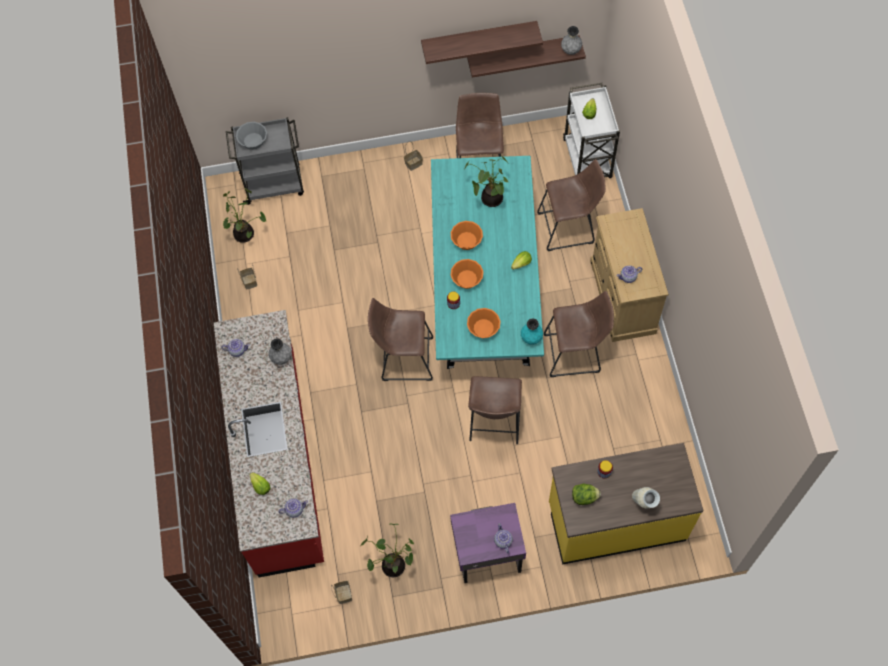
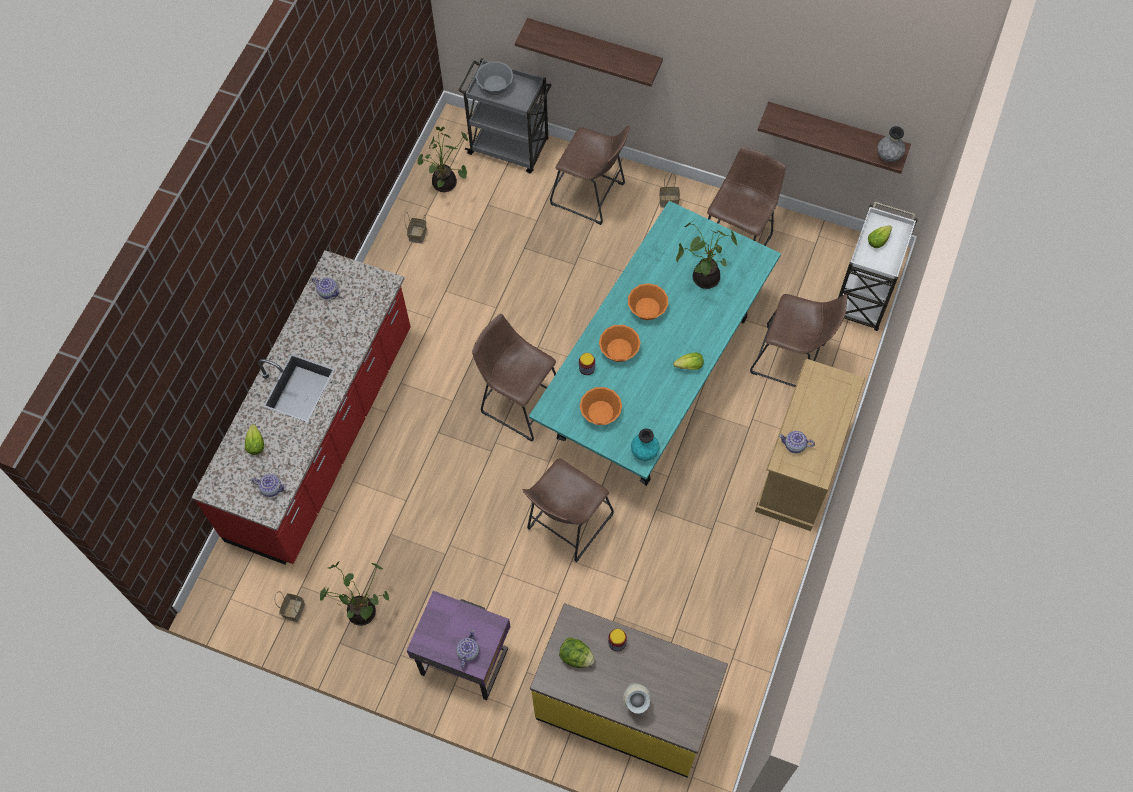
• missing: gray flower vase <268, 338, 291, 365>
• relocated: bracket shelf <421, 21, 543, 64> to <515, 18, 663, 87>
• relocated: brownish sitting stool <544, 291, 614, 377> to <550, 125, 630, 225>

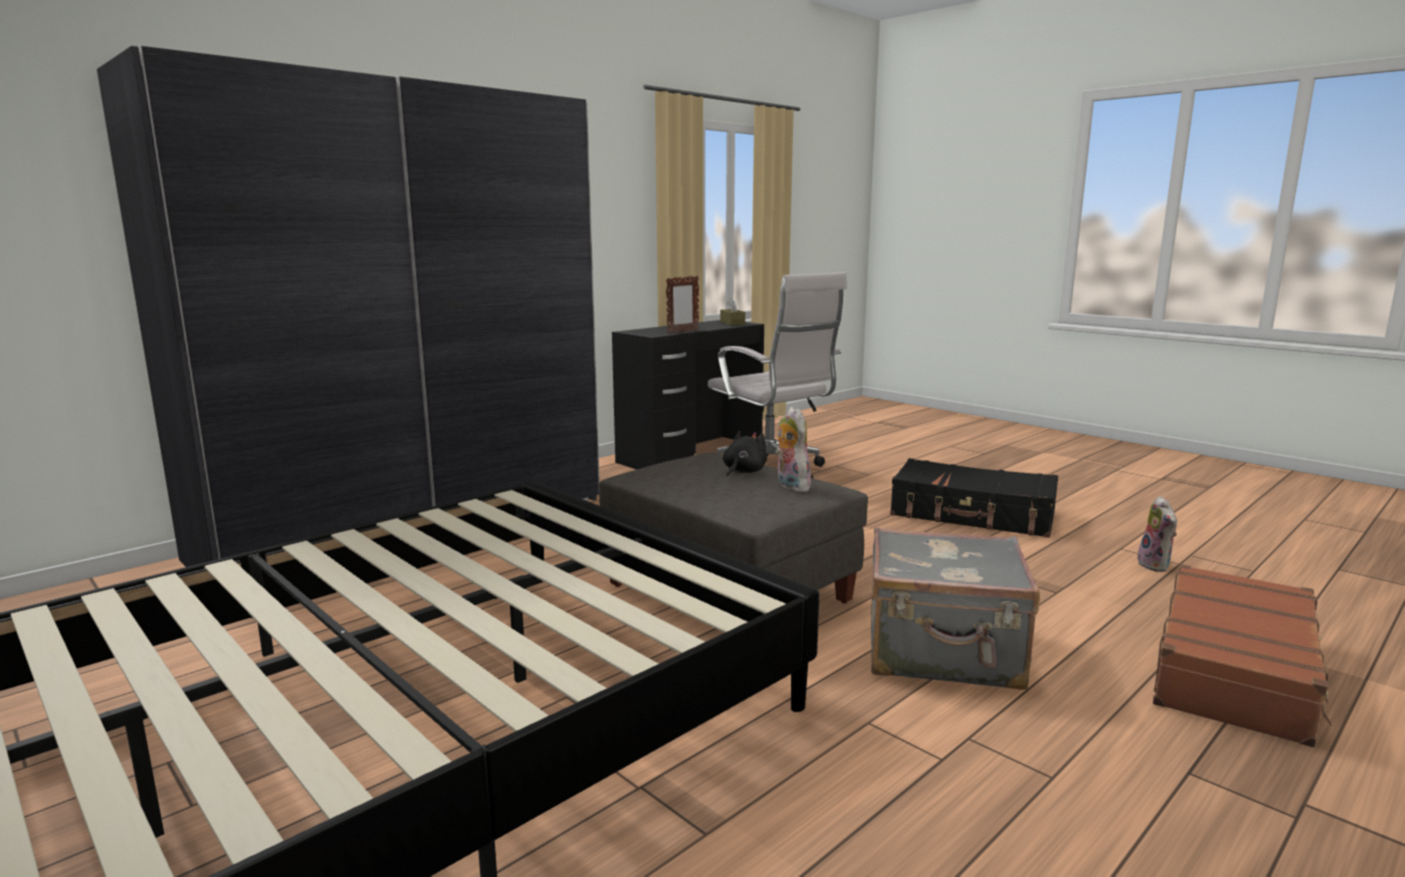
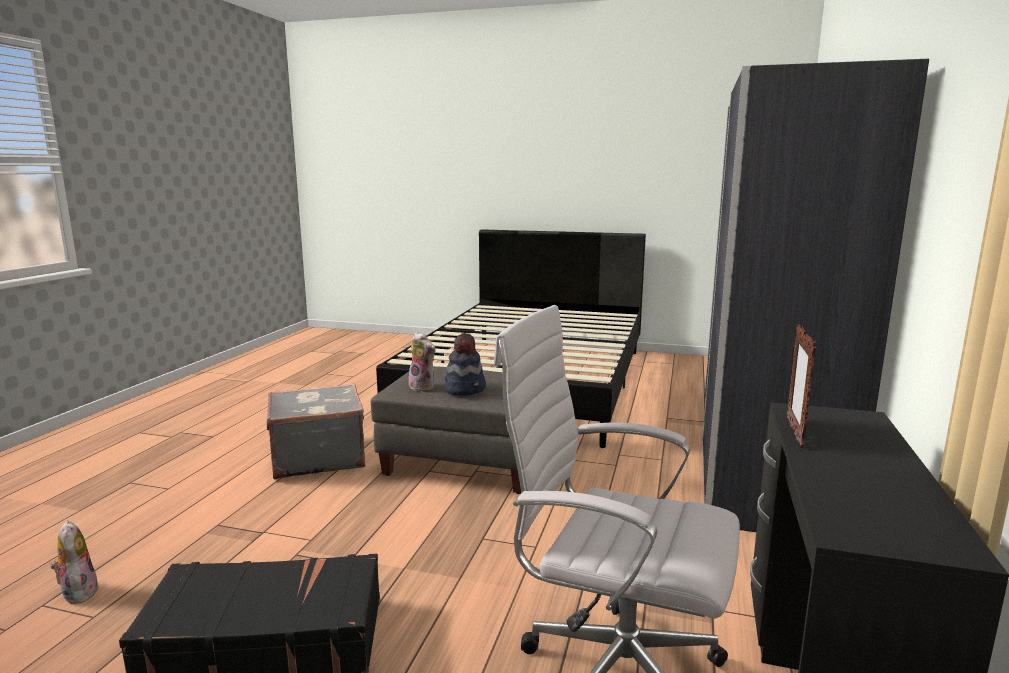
• missing: brownish box of tissues <720, 298, 745, 325>
• exchanged: black plush toy <723, 431, 767, 478> to clothing hat <444, 333, 486, 396>
• missing: brownish travel case <1153, 564, 1332, 747>

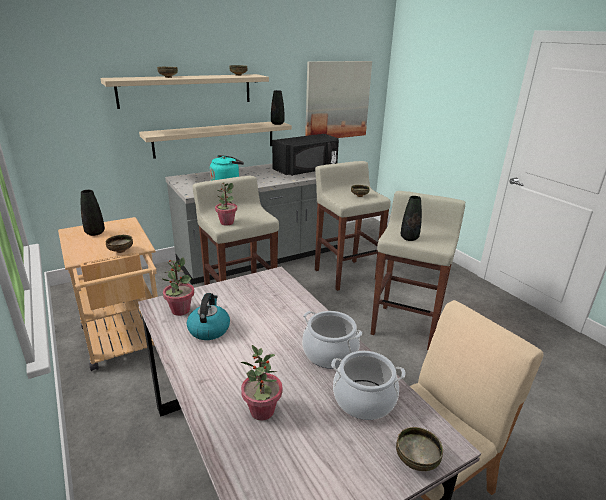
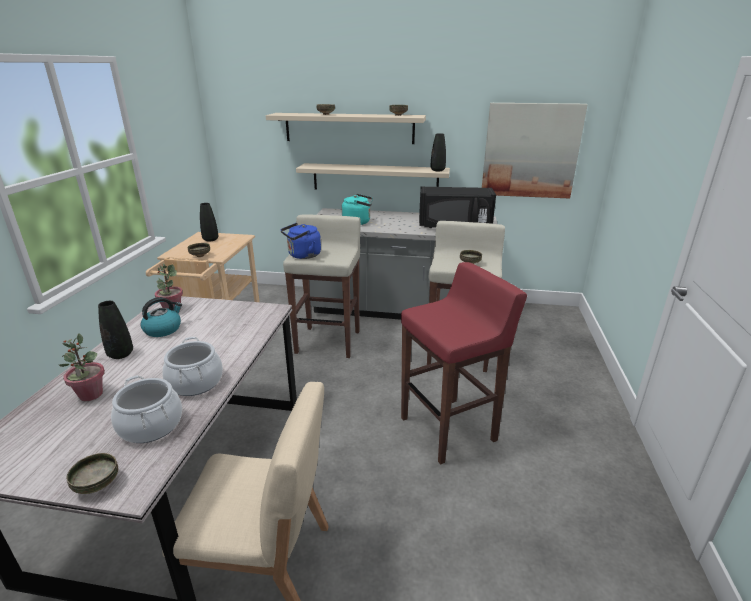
• exchanged: potted plant <215, 182, 237, 225> to blue-coloured kettle <281, 223, 321, 259>
• colour: sand-coloured sitting stool <371, 191, 465, 350> to red-coloured sitting stool <401, 262, 527, 465>
• relocated: black flower vase <401, 196, 422, 241> to <98, 301, 133, 359>

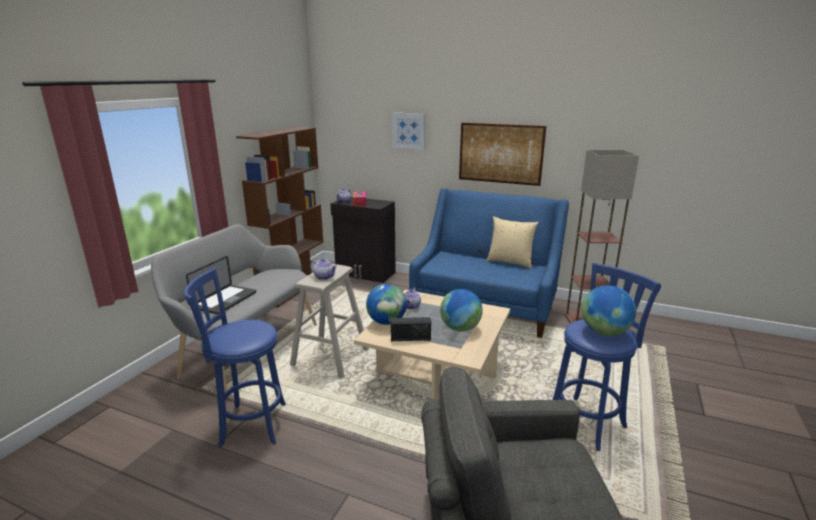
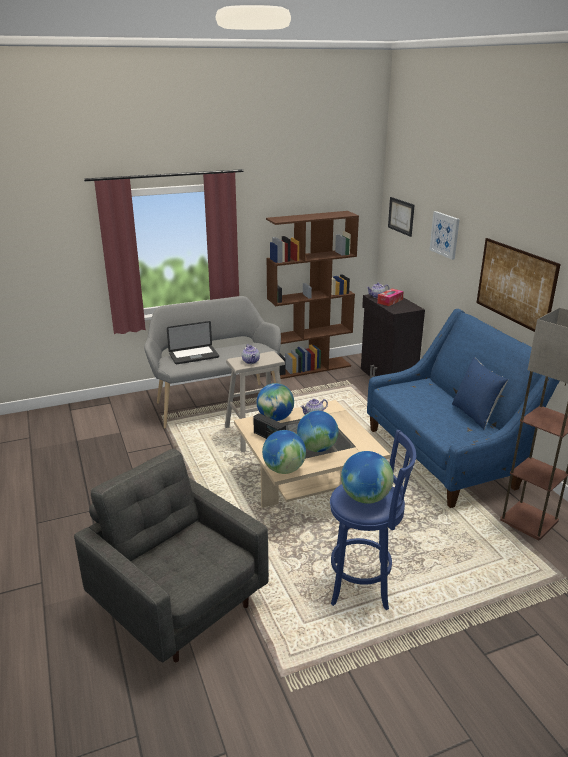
• missing: blue-coloured sitting stool <184, 268, 286, 447>
• colour: sand-coloured pillow <486, 216, 538, 268> to blue-coloured pillow <452, 357, 508, 429>
• appeared: desk globe <262, 430, 306, 474>
• appeared: wall art <388, 197, 415, 237>

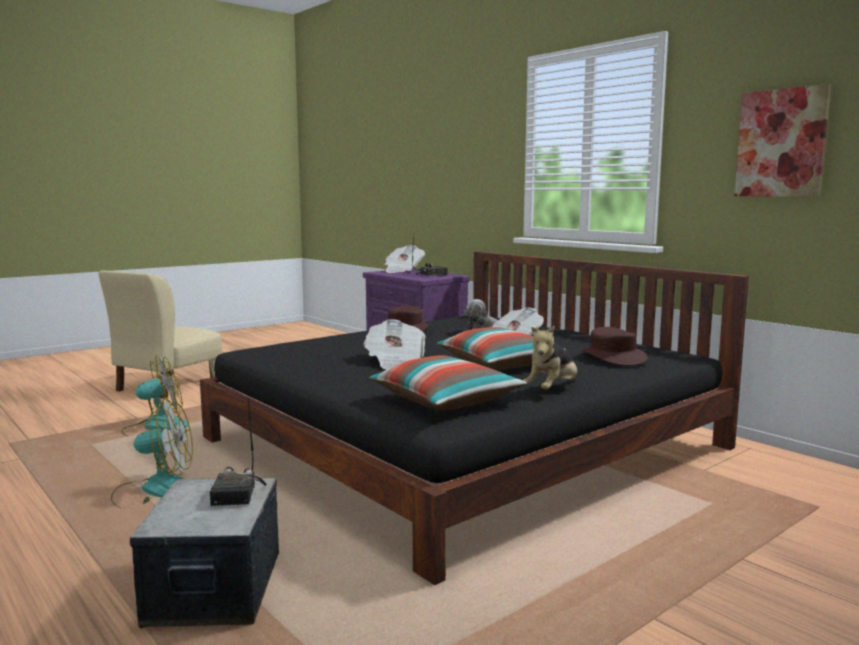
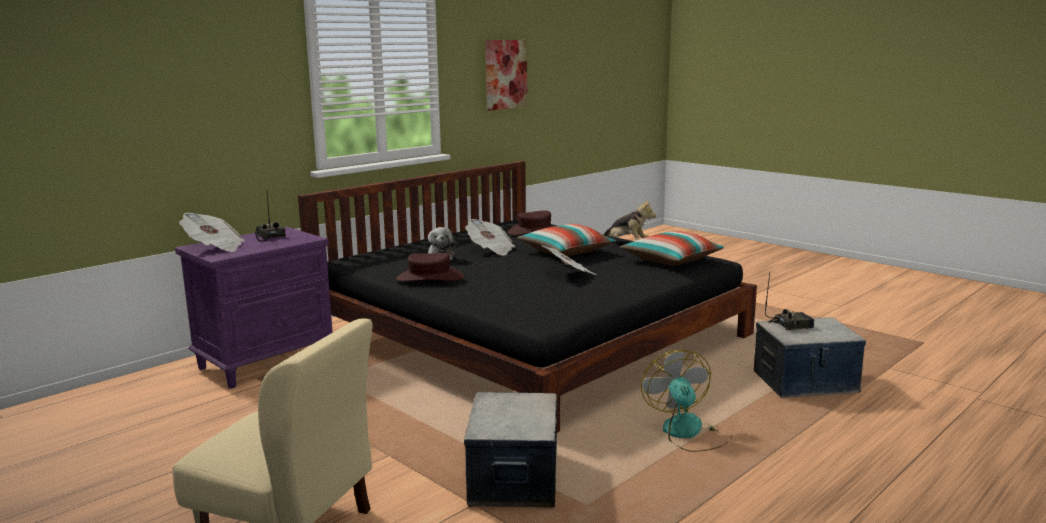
• exchanged: cooling fan <121, 356, 188, 436> to storage box <464, 392, 558, 508>

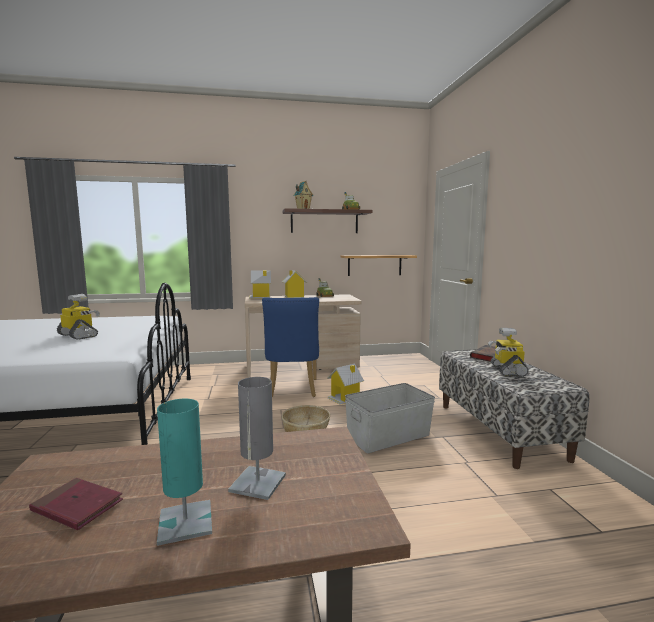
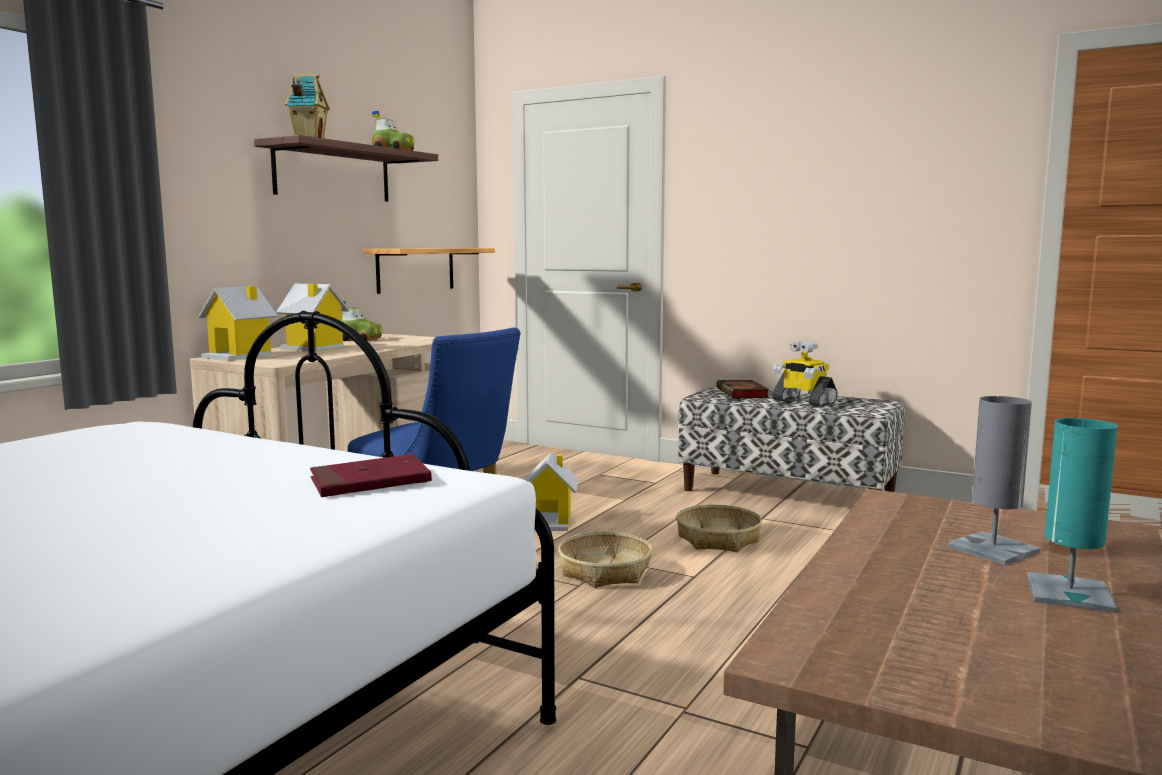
• relocated: red-coloured bound book <29, 478, 123, 530> to <310, 454, 432, 497>
• missing: model robot <57, 294, 100, 340>
• exchanged: gray storage box <345, 383, 435, 453> to storage basket <676, 505, 762, 552>

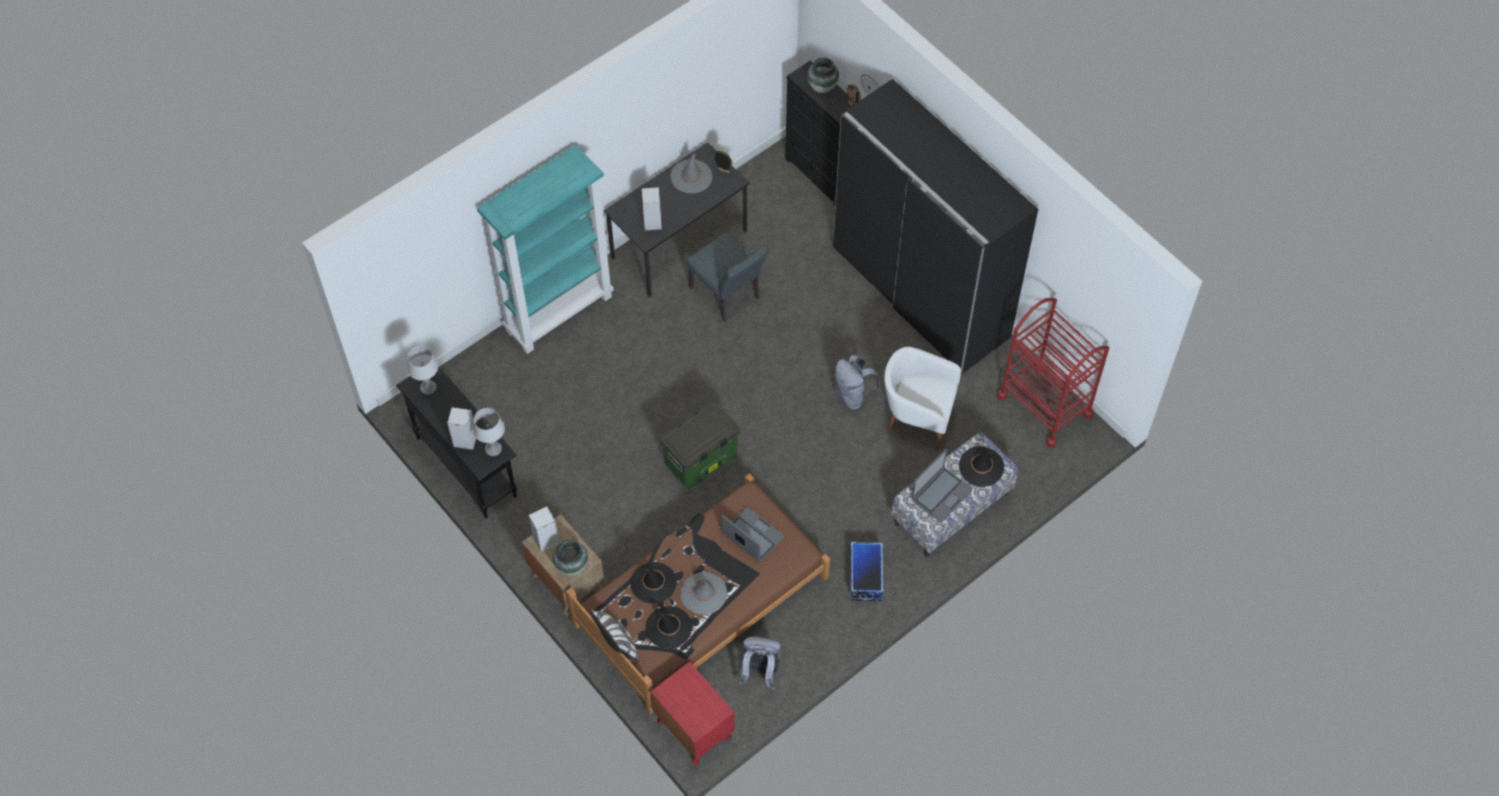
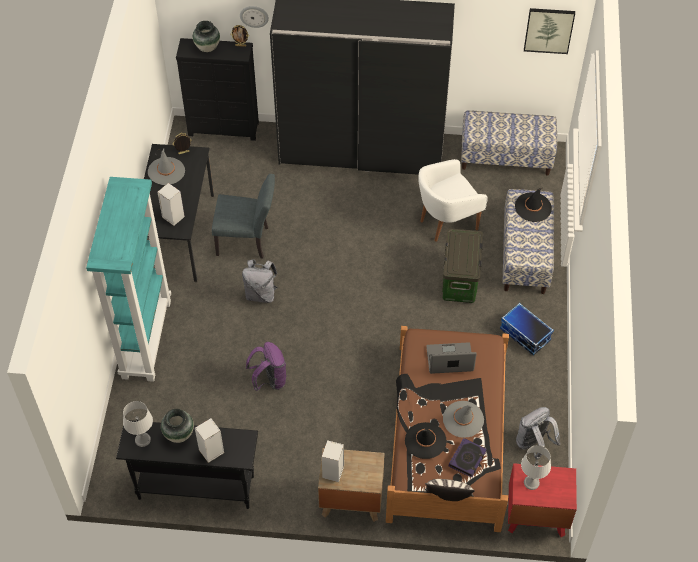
• relocated: gray lamp for a table <473, 408, 505, 456> to <521, 445, 551, 490>
• relocated: flower vase <553, 540, 588, 576> to <161, 409, 194, 443>
• exchanged: black clothing hat <645, 606, 692, 648> to bound book <449, 438, 487, 478>
• relocated: storage box <661, 402, 740, 489> to <442, 228, 483, 303>
• relocated: gray backpack <834, 355, 880, 410> to <242, 259, 278, 303>
• missing: notebook computer <911, 449, 972, 522>
• exchanged: red-coloured wheeled cart <997, 298, 1109, 448> to bench <461, 111, 557, 176>
• appeared: purplish backpack <246, 342, 287, 391>
• appeared: wall art <524, 8, 575, 54>

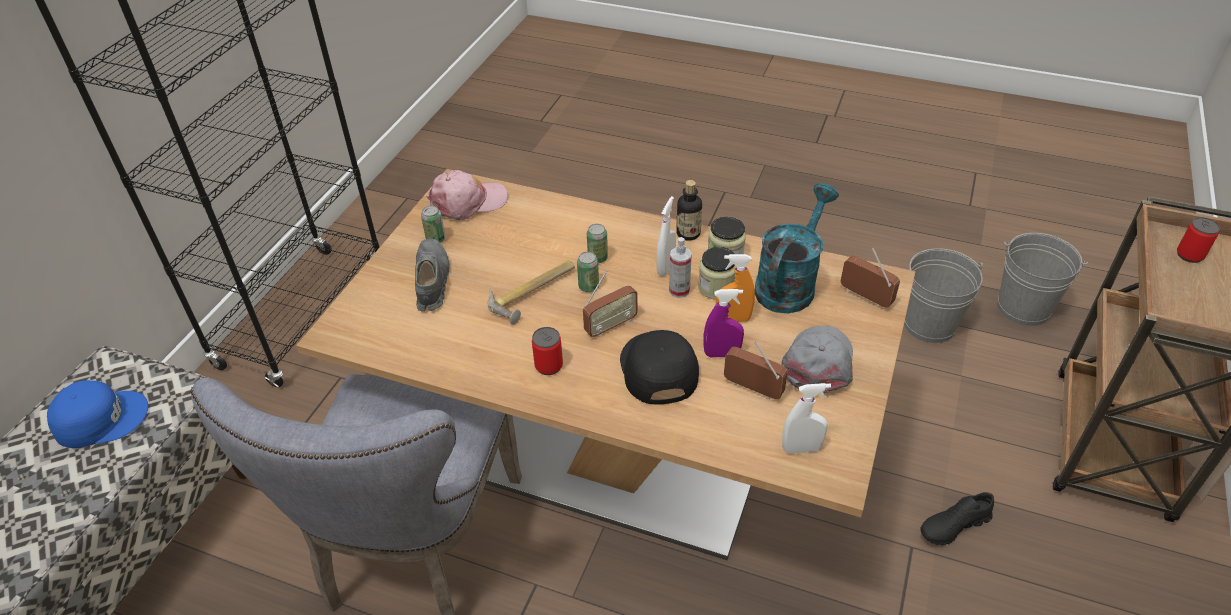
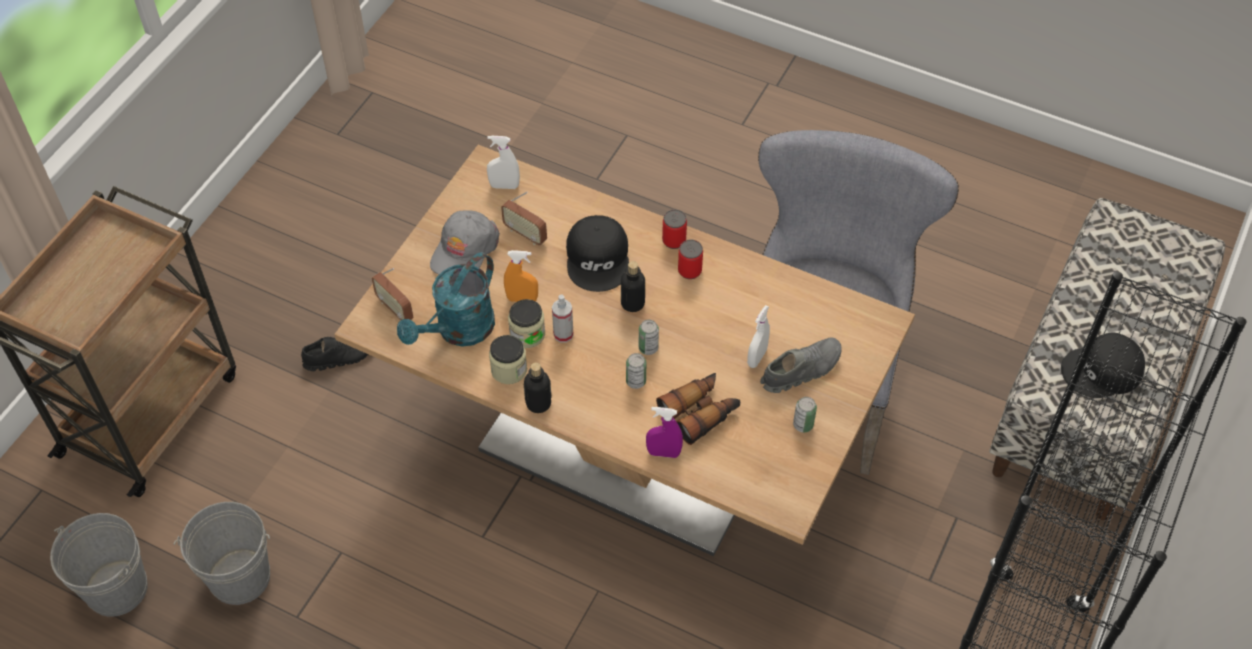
• colour: blue-coloured cap <47, 380, 148, 448> to black cap <1061, 332, 1145, 398>
• spun: gray shoe <415, 238, 450, 312> = <760, 337, 842, 393> 120 degrees counterclockwise
• missing: pinkish cap <426, 170, 508, 220>
• missing: tool hammer <488, 260, 575, 325>
• exchanged: radio set <583, 270, 638, 337> to drink bottle <621, 261, 645, 312>
• relocated: white-coloured sprayer <657, 196, 676, 276> to <747, 305, 770, 368>
• relocated: purplish sprayer <703, 289, 744, 357> to <646, 407, 683, 458>
• relocated: metal can <1177, 217, 1220, 263> to <662, 209, 687, 249>
• appeared: pair of binoculars <656, 373, 741, 445>

